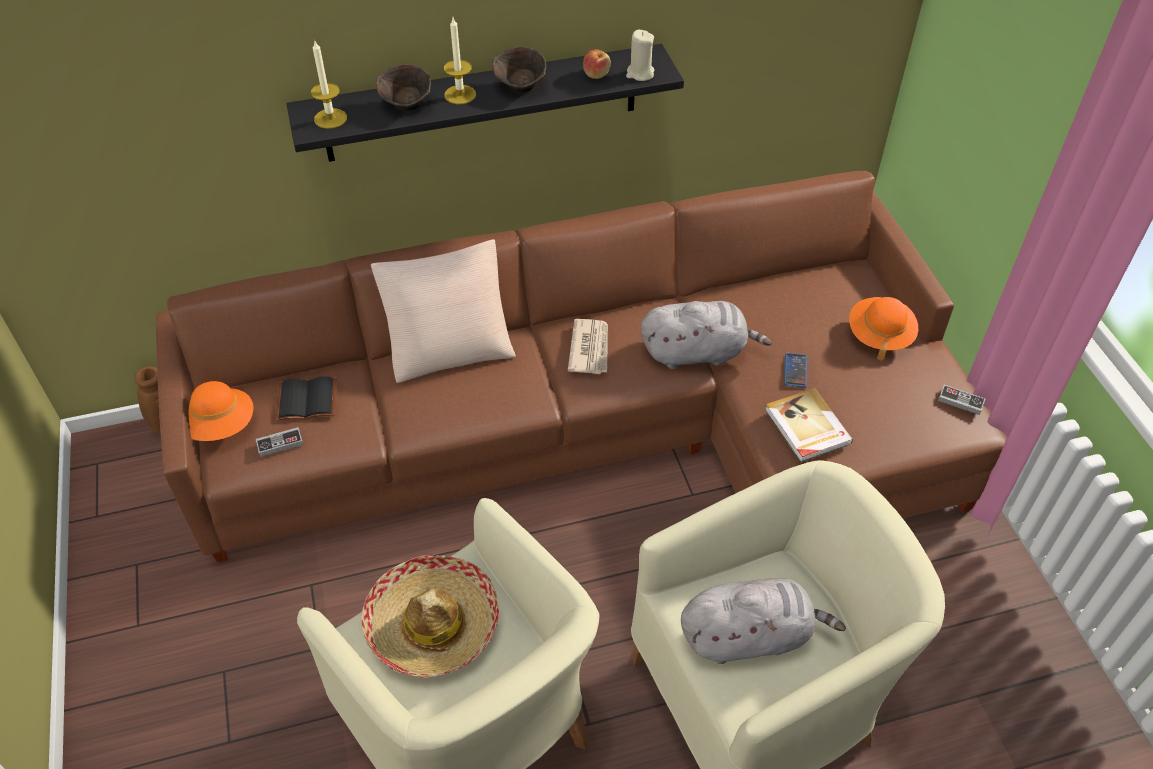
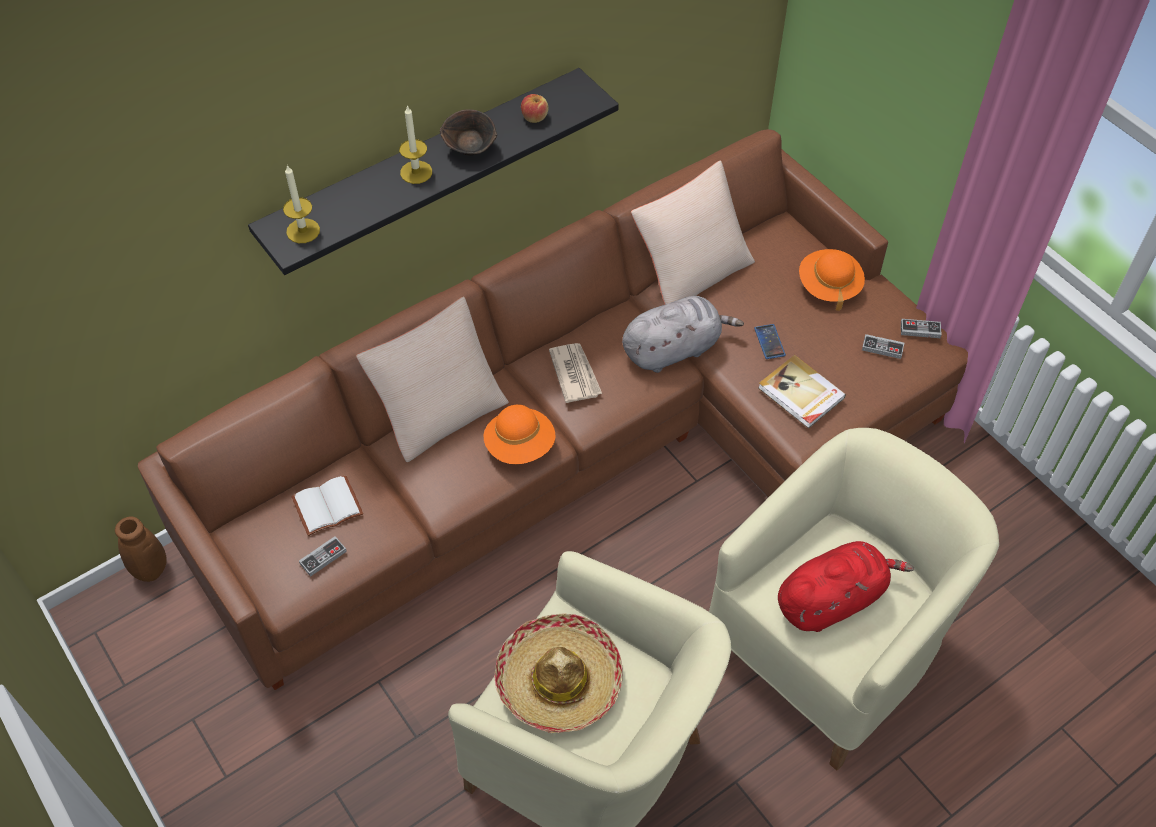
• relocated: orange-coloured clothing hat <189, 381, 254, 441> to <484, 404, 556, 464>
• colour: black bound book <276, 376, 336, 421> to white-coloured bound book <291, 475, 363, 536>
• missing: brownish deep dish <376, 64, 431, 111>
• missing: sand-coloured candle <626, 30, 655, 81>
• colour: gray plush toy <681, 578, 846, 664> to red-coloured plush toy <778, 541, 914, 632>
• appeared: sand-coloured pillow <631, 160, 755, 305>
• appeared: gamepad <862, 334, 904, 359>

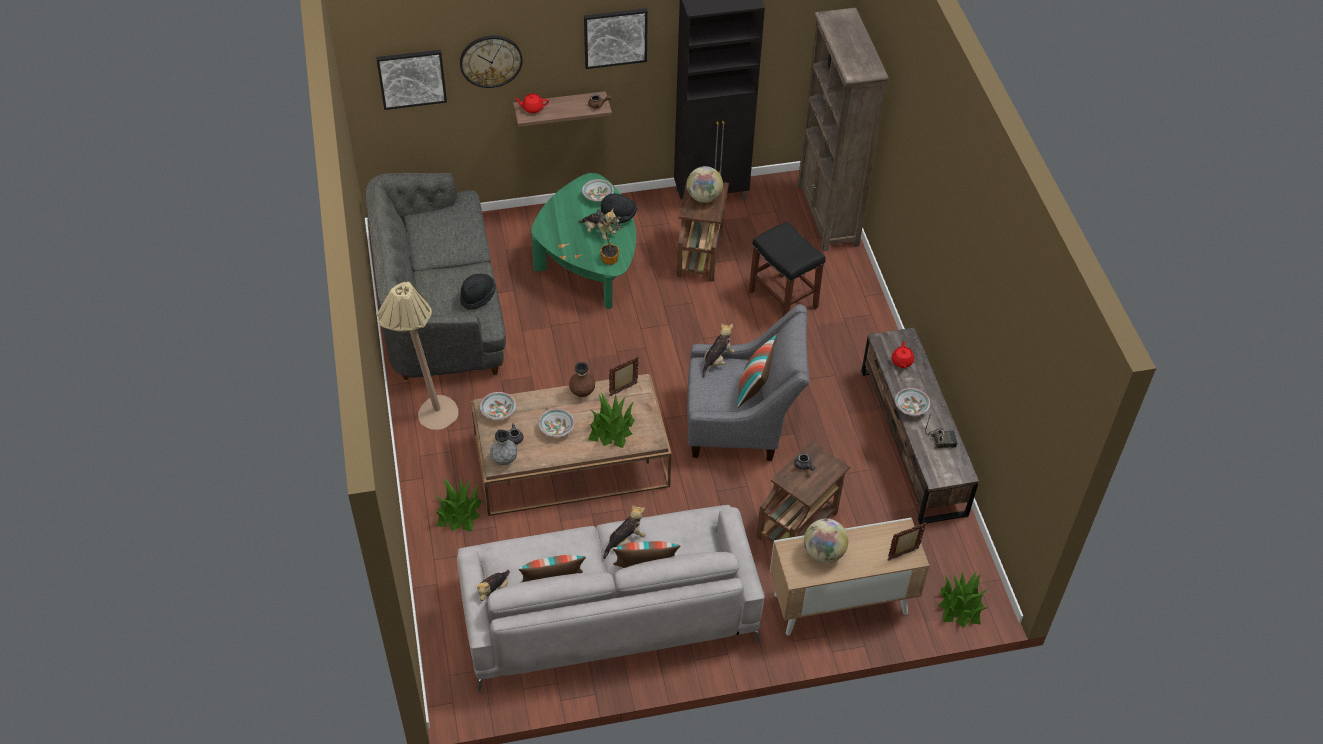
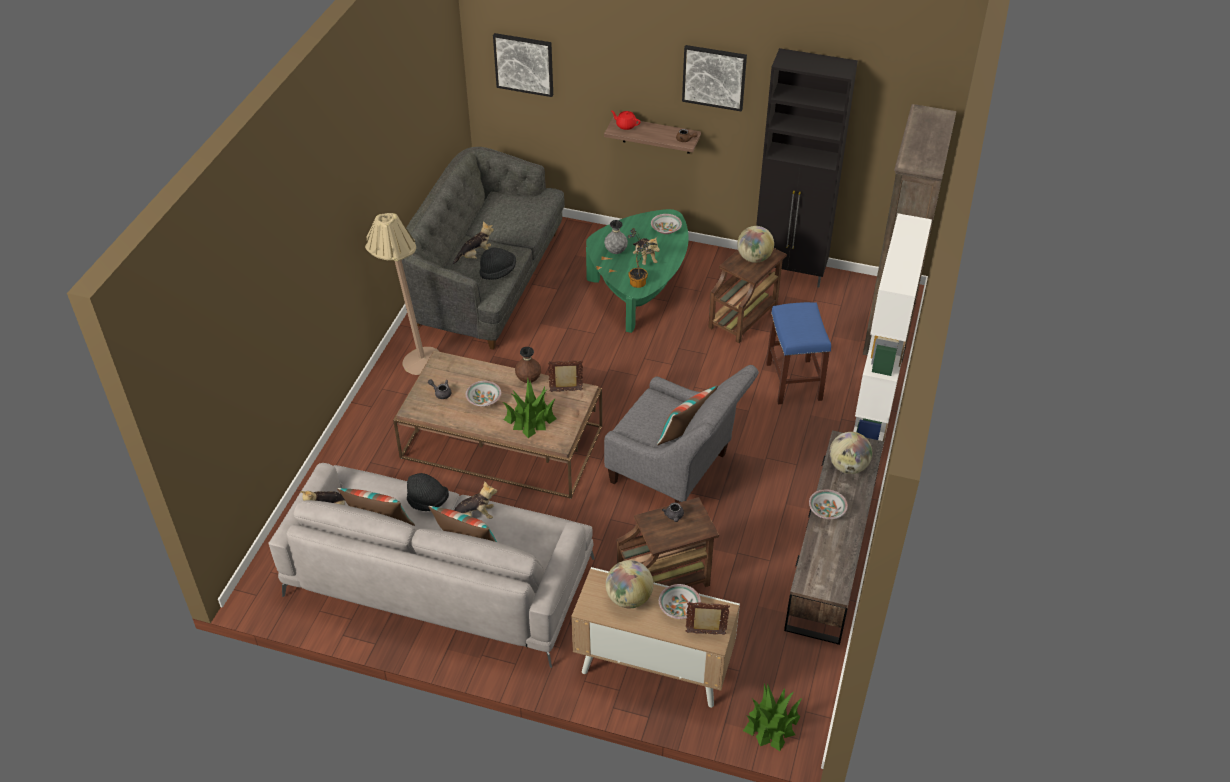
• missing: potted plant <435, 478, 482, 531>
• missing: wall clock <460, 35, 523, 88>
• relocated: deep dish <480, 392, 516, 420> to <659, 584, 701, 619>
• relocated: gray flower vase <490, 430, 517, 465> to <604, 220, 628, 254>
• relocated: black clothing hat <601, 193, 637, 224> to <407, 473, 449, 511>
• relocated: plush toy <702, 323, 735, 378> to <453, 221, 494, 264>
• colour: black sitting stool <749, 221, 826, 316> to blue-coloured sitting stool <766, 302, 831, 404>
• exchanged: red-coloured teapot <892, 342, 914, 368> to desk globe <829, 432, 872, 474>
• missing: radio set <925, 413, 957, 448>
• appeared: white-coloured shelving unit <853, 213, 932, 450>

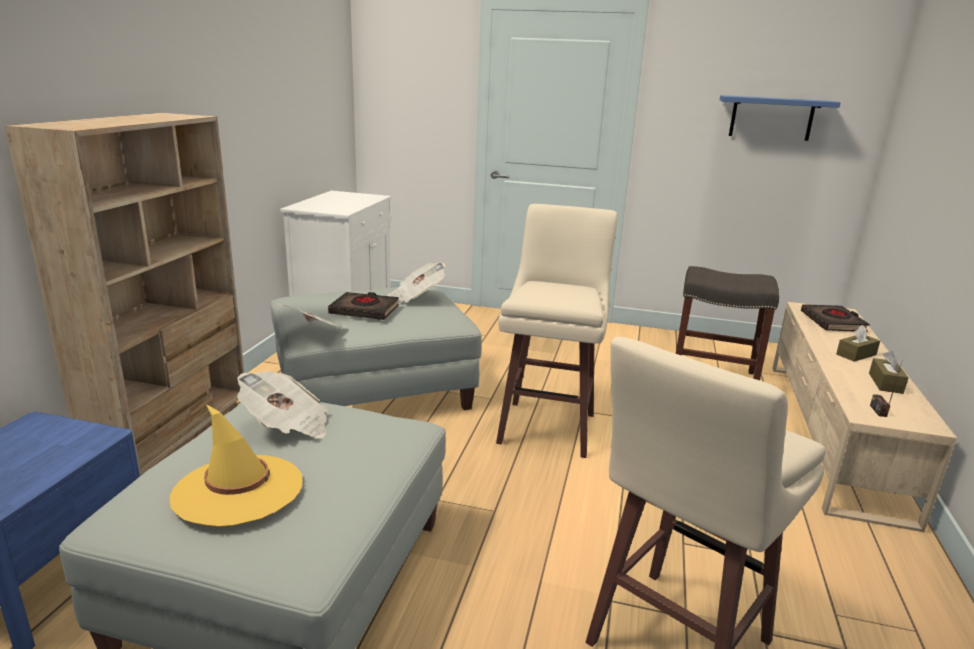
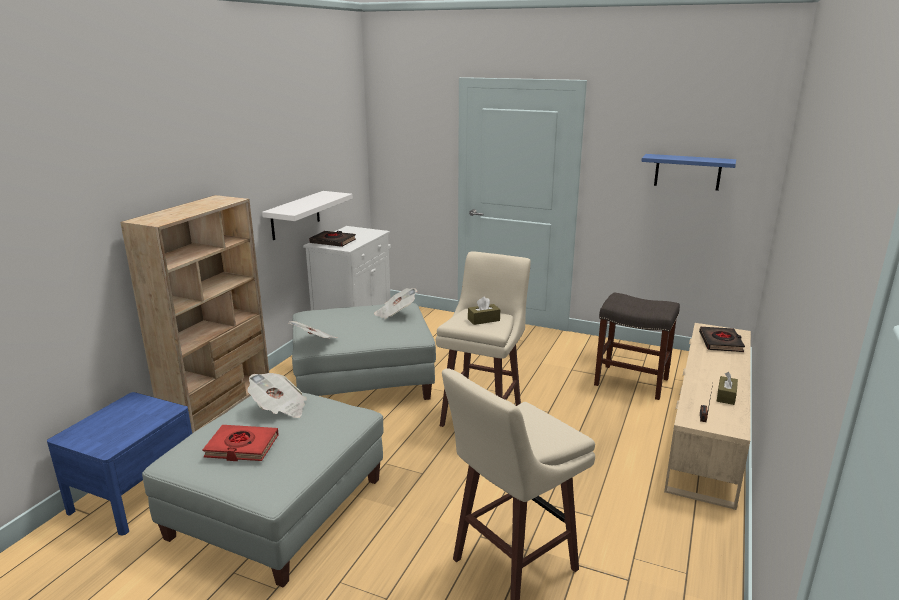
• exchanged: yellow clothing hat <170, 404, 302, 527> to red-coloured bound book <203, 425, 279, 461>
• relocated: black bound book <328, 292, 399, 320> to <309, 231, 356, 247>
• relocated: brownish box of tissues <836, 325, 880, 362> to <468, 297, 500, 325>
• appeared: white-coloured bracket shelf <262, 191, 353, 240>

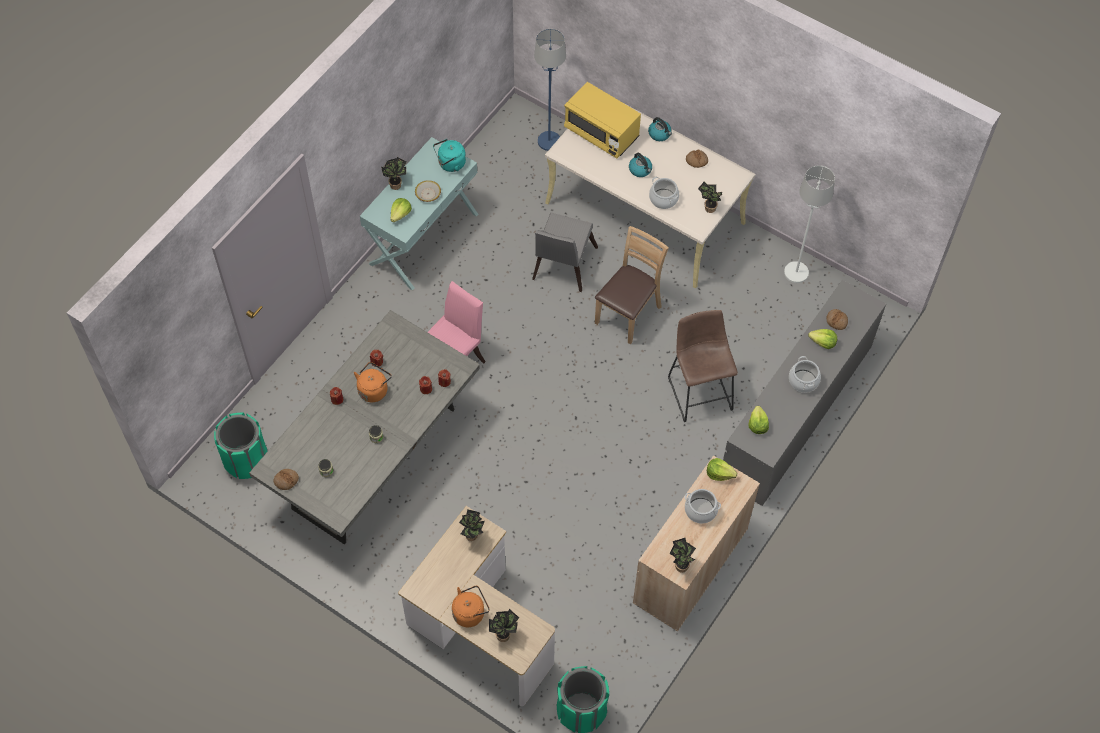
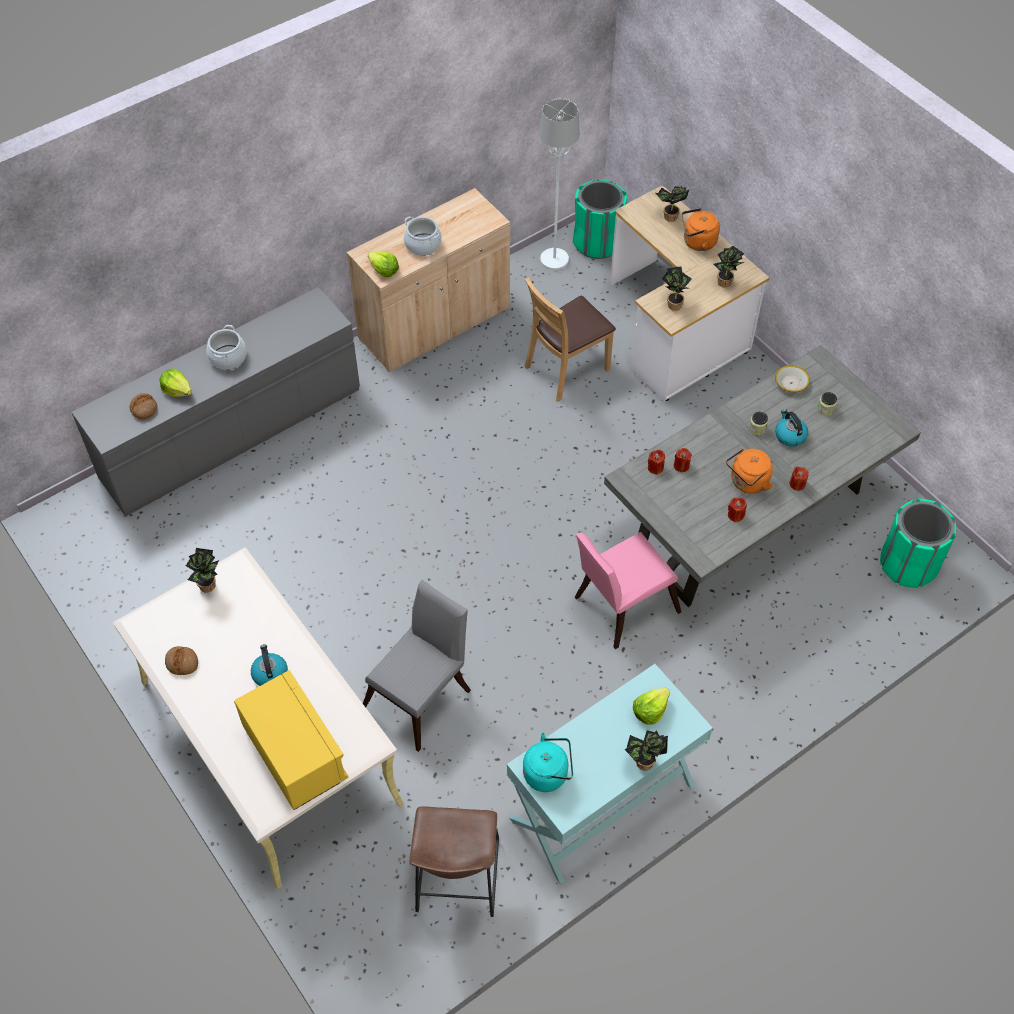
• missing: baked bread <274, 469, 299, 490>
• relocated: deep dish <415, 180, 441, 202> to <775, 365, 810, 393>
• missing: blue-coloured floor lamp <534, 29, 566, 151>
• relocated: brownish chair <595, 226, 669, 344> to <525, 277, 616, 402>
• relocated: kettle <648, 117, 672, 141> to <775, 409, 808, 447>
• missing: stockpot <649, 177, 679, 209>
• relocated: brownish sitting stool <668, 310, 738, 422> to <409, 806, 499, 917>
• relocated: potted plant <669, 538, 696, 573> to <713, 246, 744, 287>
• missing: head of lettuce <748, 406, 769, 434>
• relocated: white-coloured floor lamp <784, 165, 835, 283> to <539, 98, 580, 270>

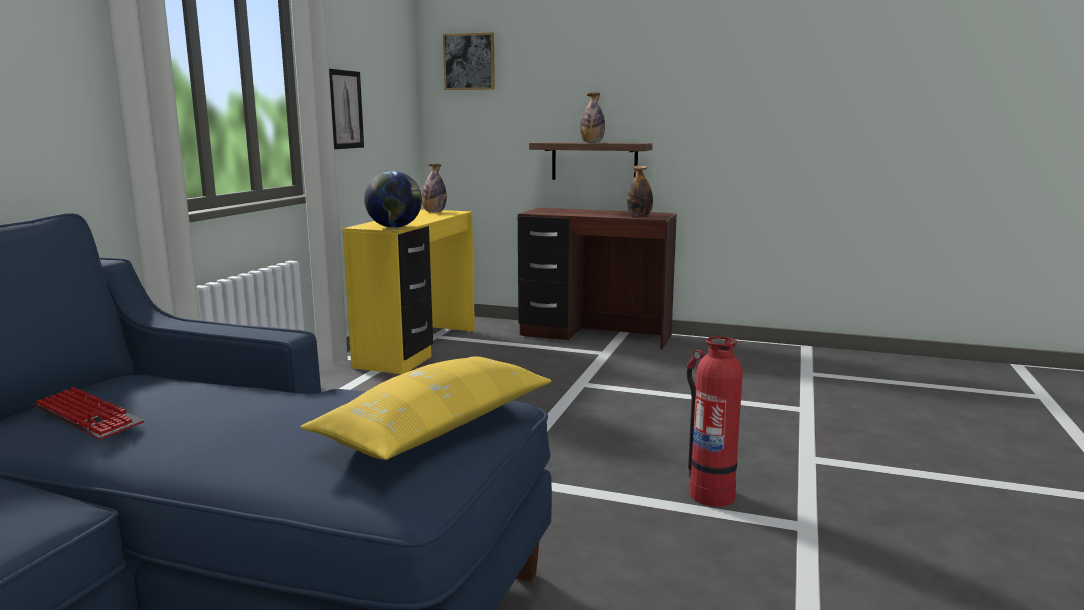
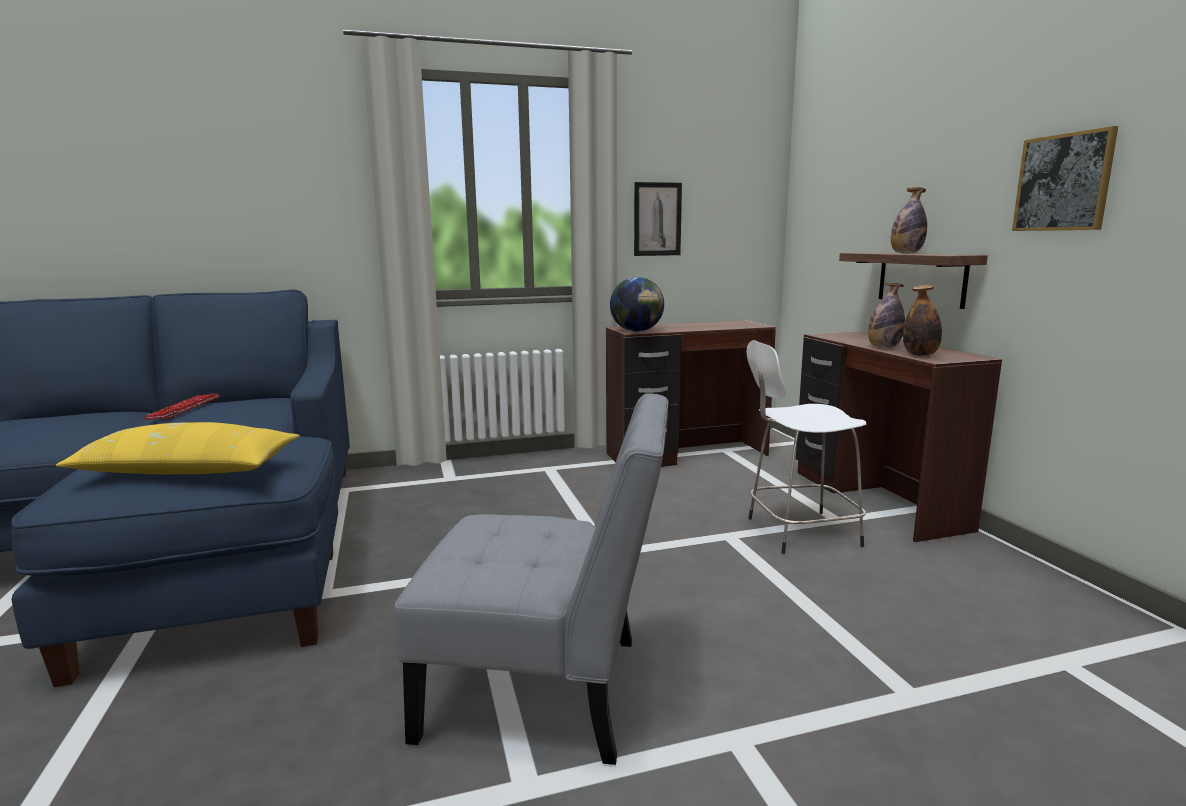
• colour: yellow desk table <343, 209, 475, 374> to brownish desk table <606, 320, 776, 467>
• relocated: drink bottle <422, 164, 447, 212> to <868, 283, 905, 348>
• relocated: wall art <443, 32, 495, 90> to <1012, 126, 1118, 231>
• exchanged: extinguisher <687, 336, 743, 507> to gray chair <394, 393, 669, 765>
• appeared: white-coloured sitting stool <746, 340, 866, 554>

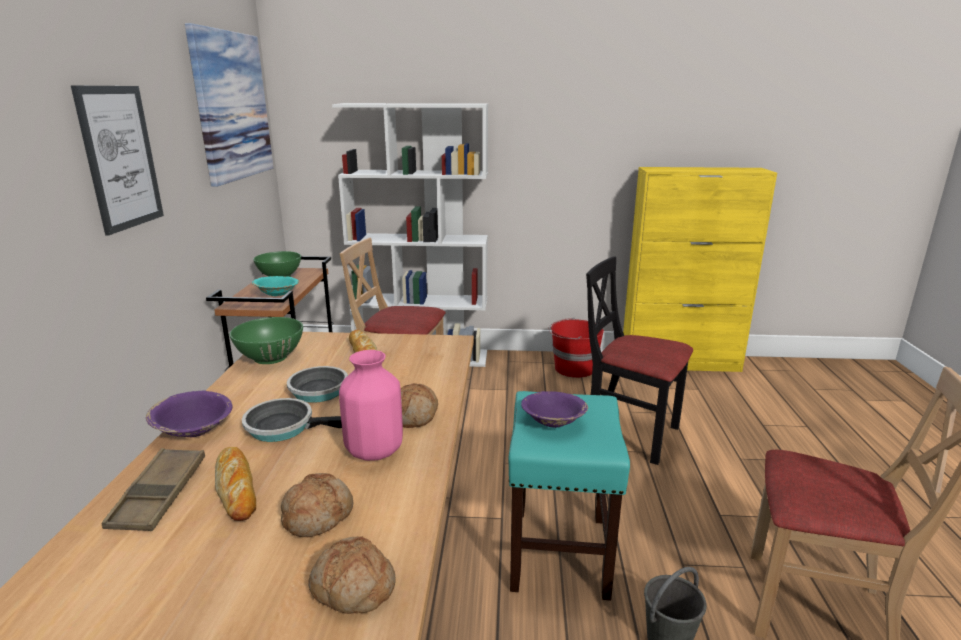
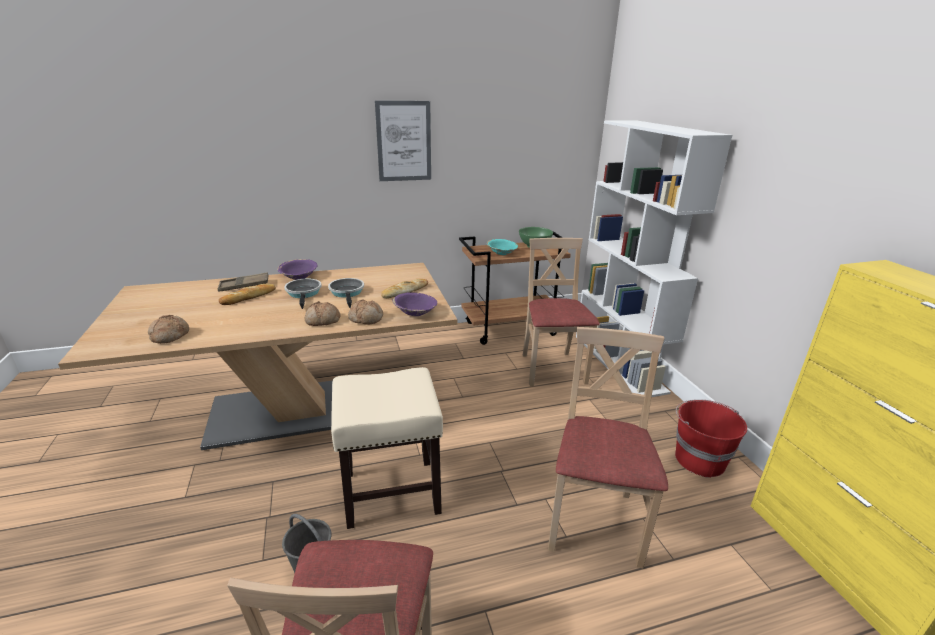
• missing: wall art <185, 23, 273, 187>
• missing: green-coloured deep dish <229, 317, 303, 364>
• relocated: baked bread <281, 473, 353, 537> to <348, 299, 383, 325>
• missing: pinkish flower vase <339, 350, 403, 461>
• colour: turquoise-coloured sitting stool <508, 391, 630, 601> to sand-coloured sitting stool <331, 367, 443, 529>
• relocated: purplish deep dish <521, 391, 588, 428> to <392, 292, 437, 316>
• colour: black chair <586, 256, 693, 465> to sand-coloured chair <548, 327, 668, 568>

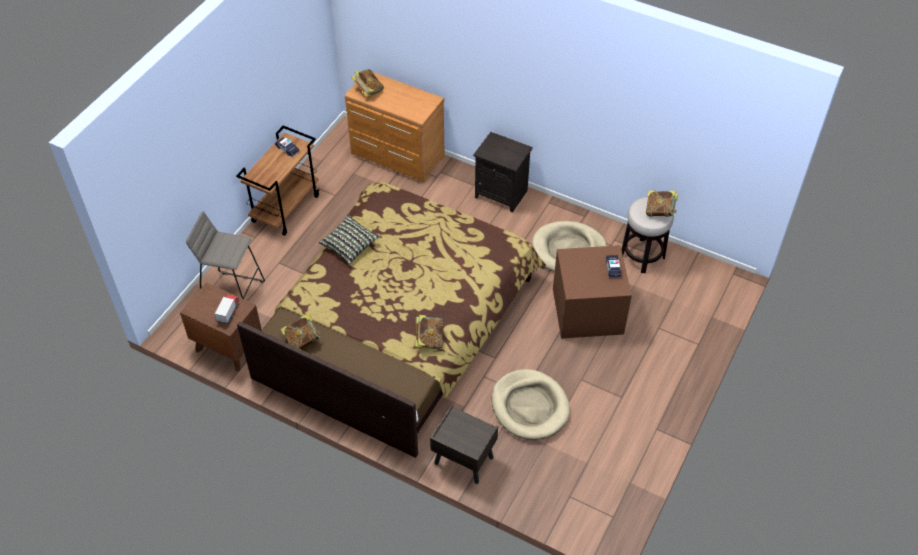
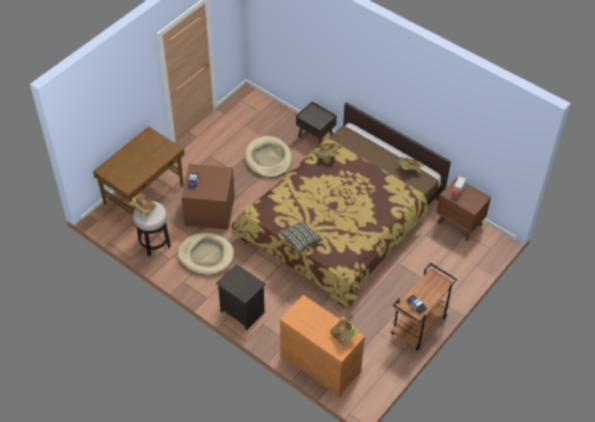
• missing: gray sitting stool <186, 211, 265, 299>
• relocated: pillow <319, 214, 380, 265> to <278, 220, 323, 253>
• appeared: brownish desk table <93, 127, 185, 226>

